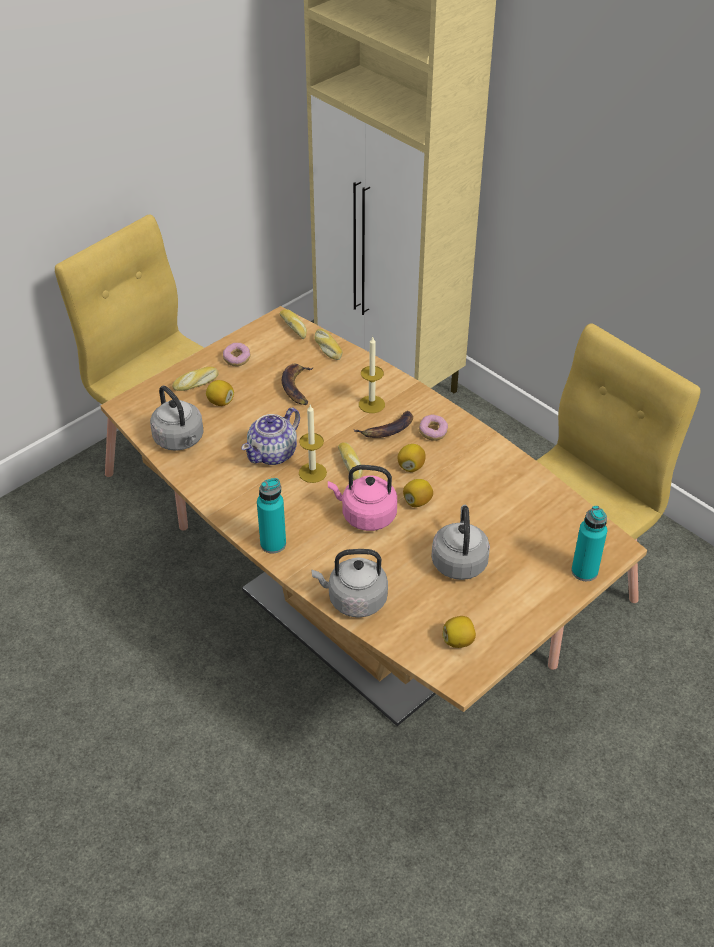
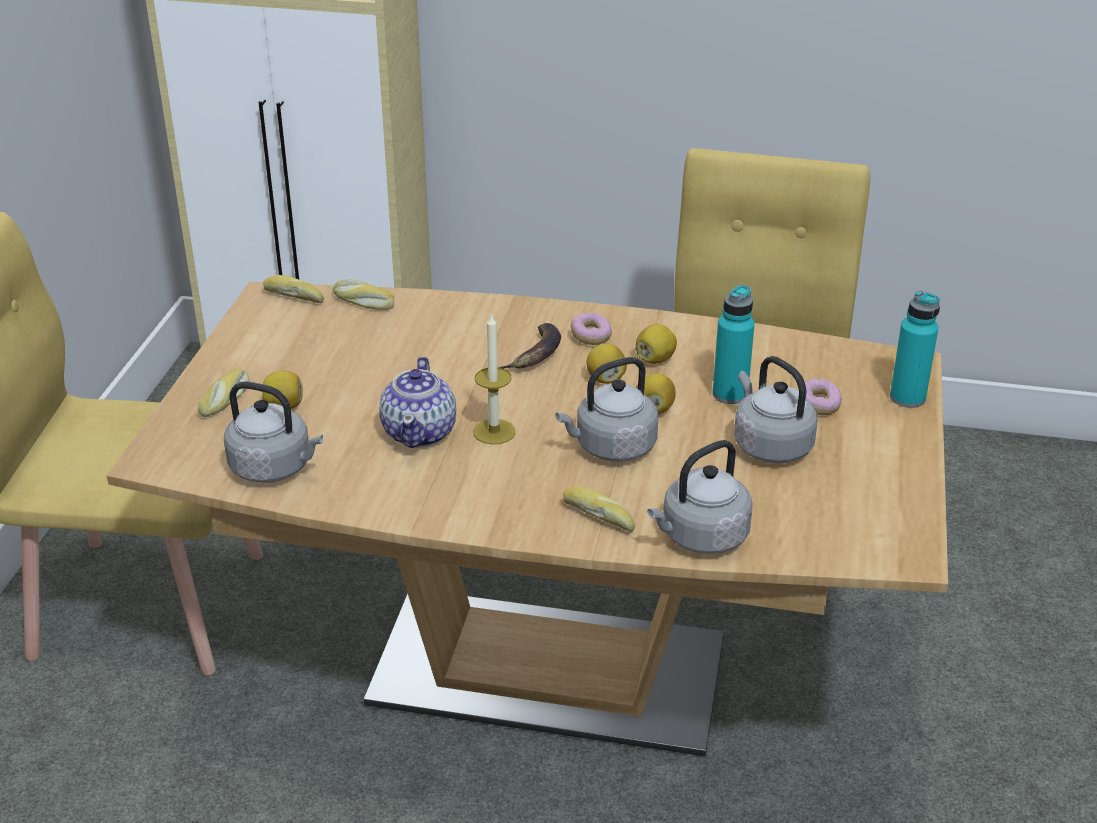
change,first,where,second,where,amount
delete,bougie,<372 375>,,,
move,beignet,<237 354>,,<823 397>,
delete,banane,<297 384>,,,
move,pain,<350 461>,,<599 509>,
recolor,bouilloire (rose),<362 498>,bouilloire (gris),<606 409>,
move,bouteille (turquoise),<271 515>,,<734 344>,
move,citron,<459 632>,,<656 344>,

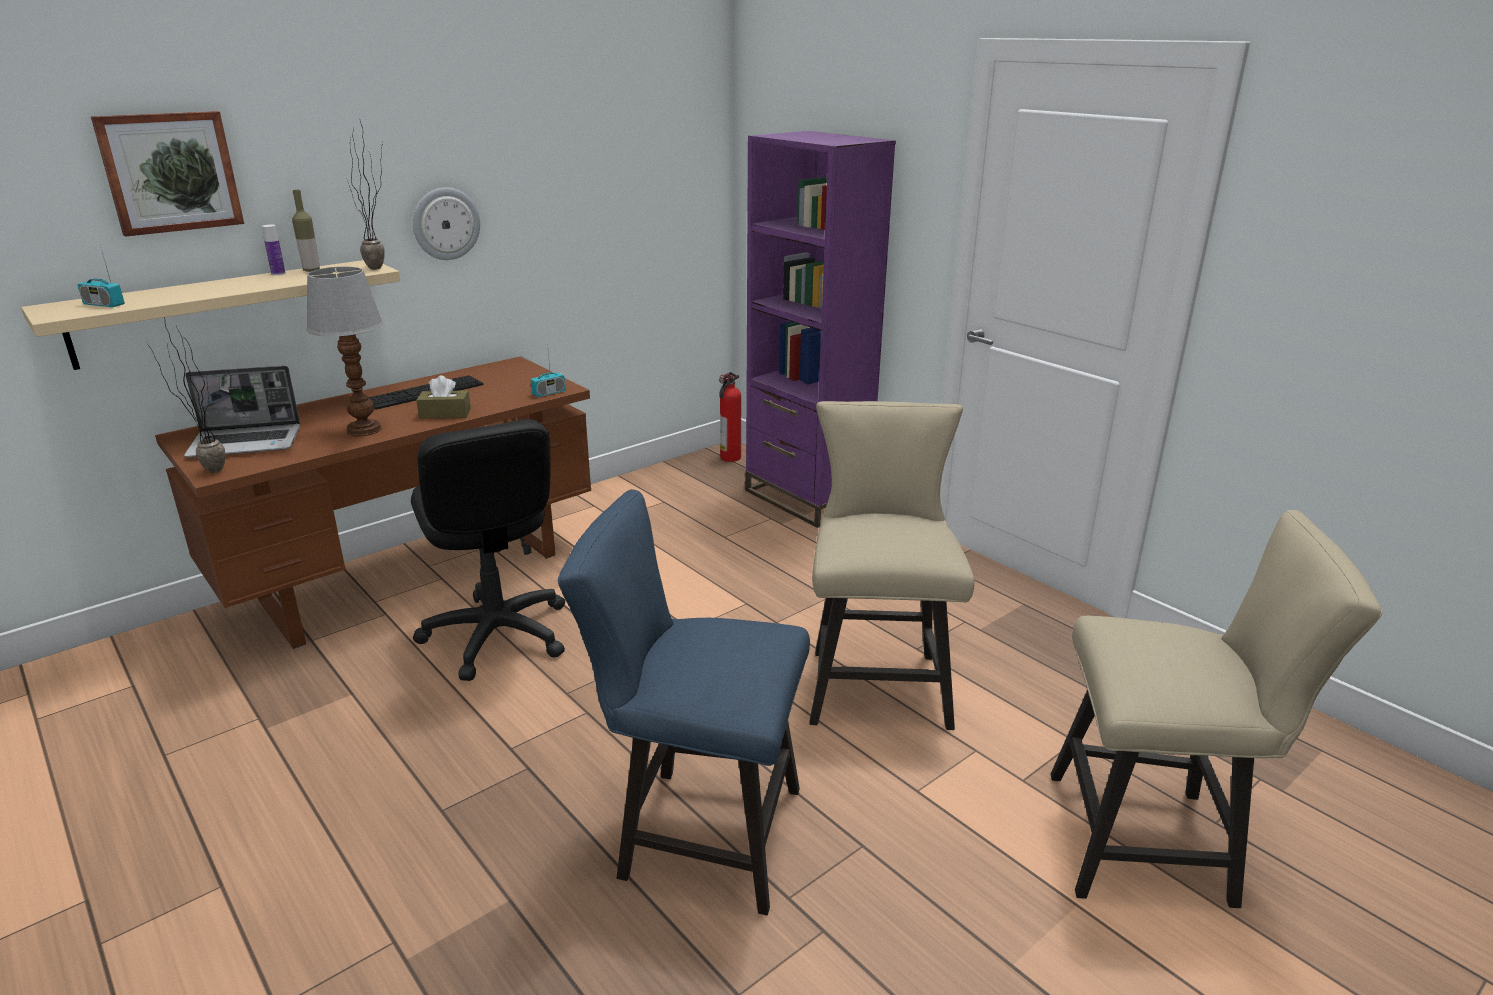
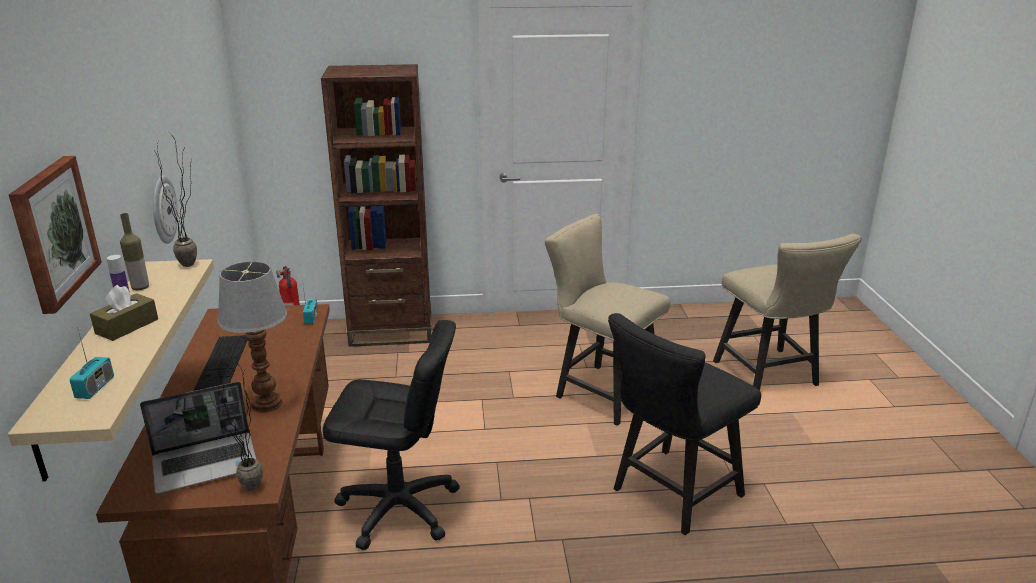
change,first,where,second,where,amount
recolor,bibliothèque (violet),<820 329>,bibliothèque (marron),<376 205>,
rotate,radio,<101 278>,,<92 363>,45 degrees counterclockwise
rotate,ordinateur portable,<242 411>,,<198 438>,45 degrees clockwise
move,boîte à mouchoirs (marron),<443 397>,,<124 313>,
recolor,chaise (bleu),<684 702>,chaise (noir),<684 424>,
rotate,chaise (beige),<1217 709>,,<787 312>,120 degrees clockwise

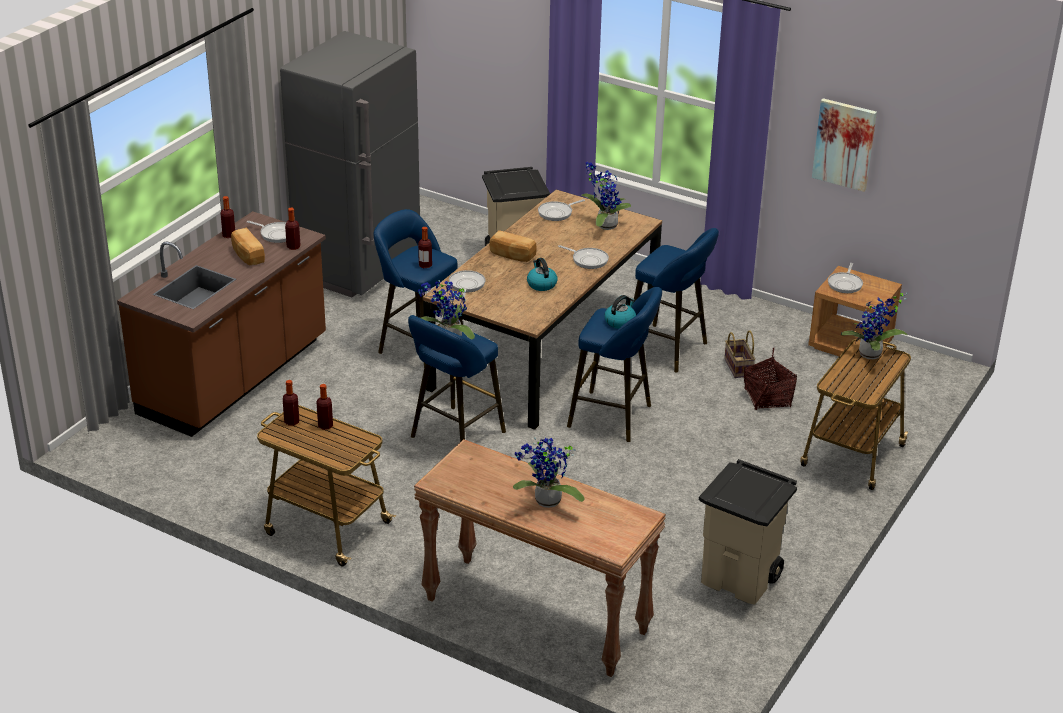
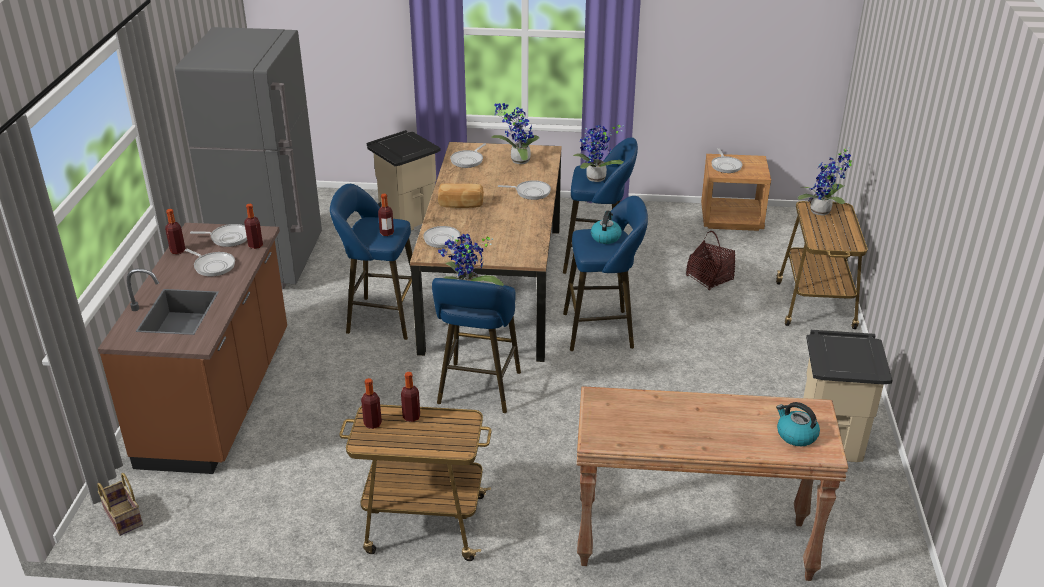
change,first,where,second,where,amount
delete,tableau,<844 145>,,,
replace,pain,<248 246>,poêle,<210 262>,
move,bouilloire,<542 274>,,<798 424>,
move,panier,<740 354>,,<120 504>,
move,plante en pot,<548 472>,,<598 153>,

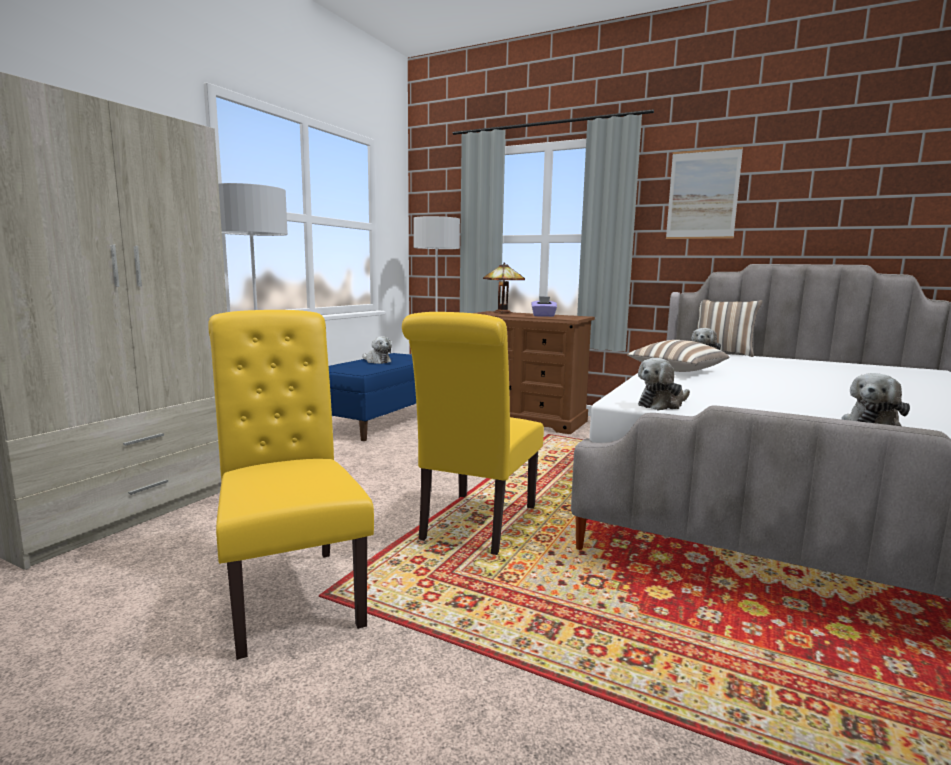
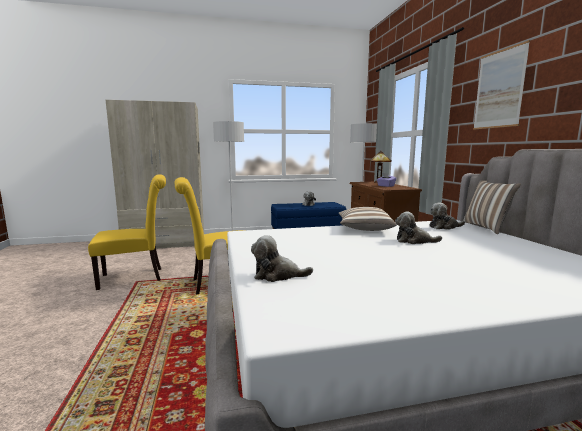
change,first,where,second,where,amount
rotate,chaise (jaune),<291 485>,,<127 232>,45 degrees clockwise
move,peluche,<664 384>,,<418 228>,

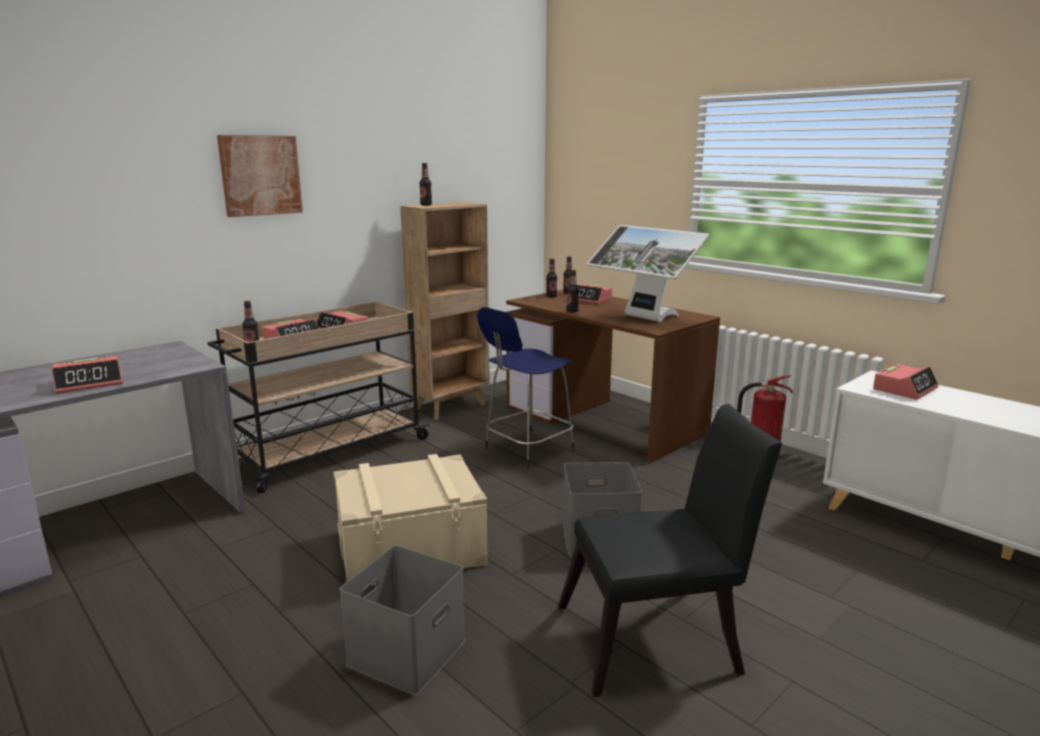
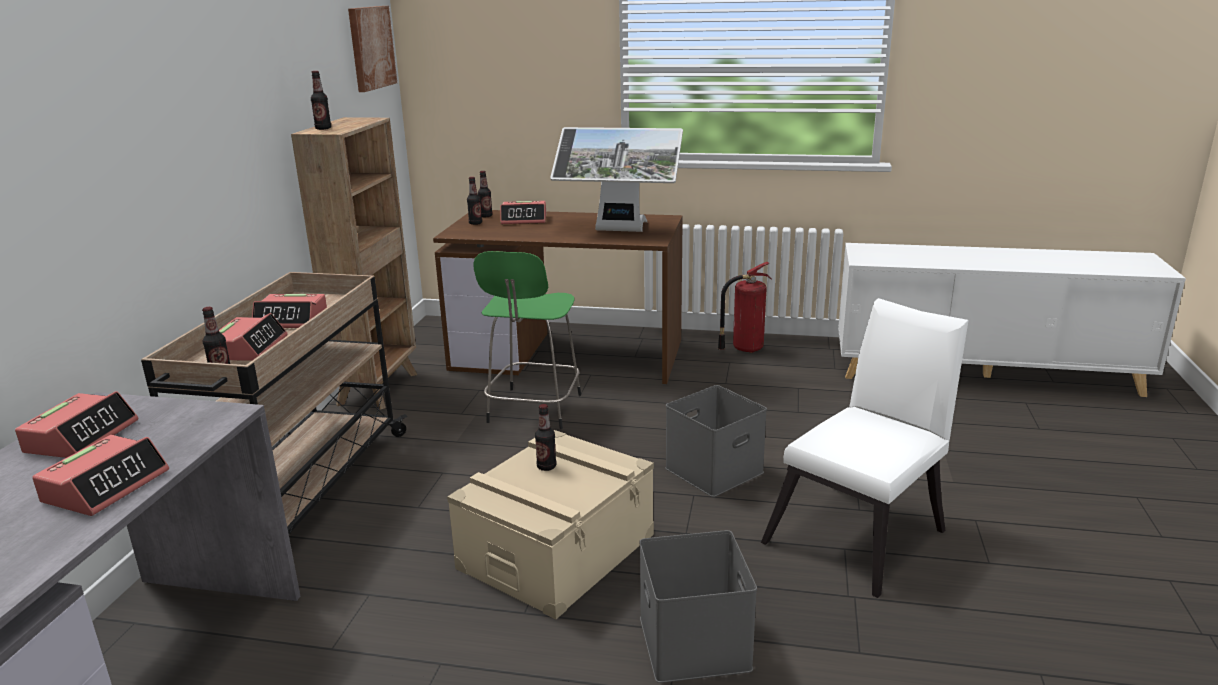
change,first,where,second,where,amount
move,tableau,<260 176>,,<372 49>,
move,bouteille,<573 291>,,<545 437>,
recolor,tabouret (bleu),<526 388>,tabouret (vert),<527 340>,
move,réveil,<905 381>,,<76 424>,
recolor,chaise (noir),<670 550>,chaise (blanc),<865 448>,

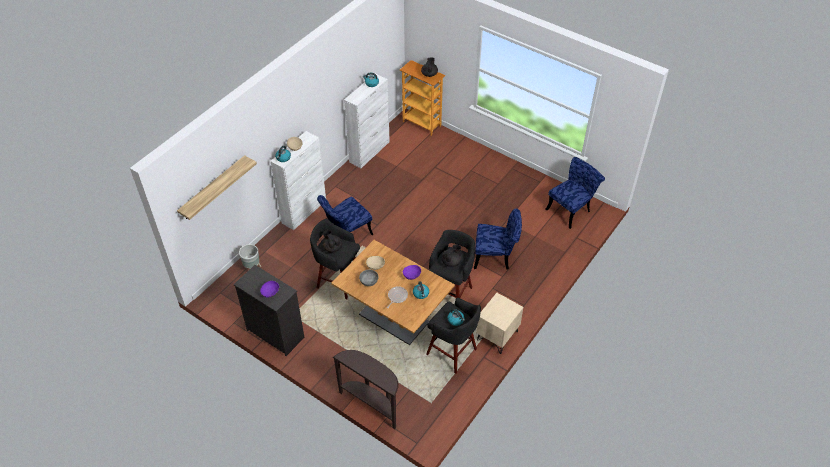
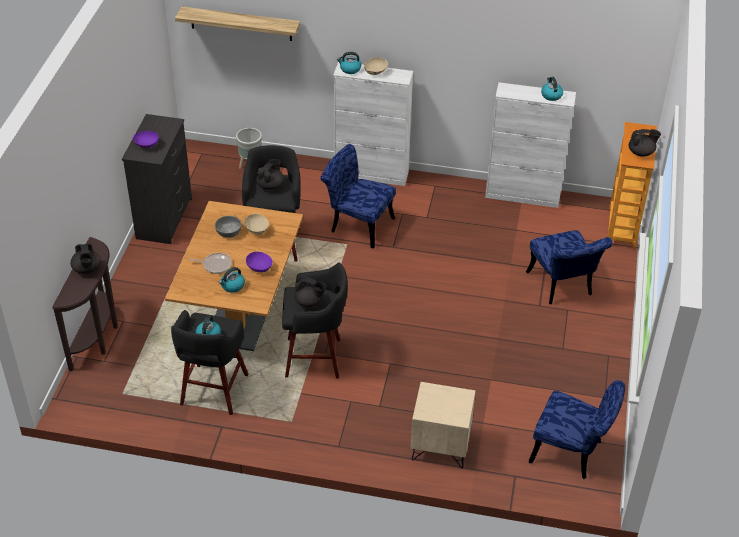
change,first,where,second,where,amount
move,chaise (bleu),<498 239>,,<569 267>,
move,table de chevet (beige),<499 323>,,<443 425>,
insert,,,théière (noir),<85 258>,

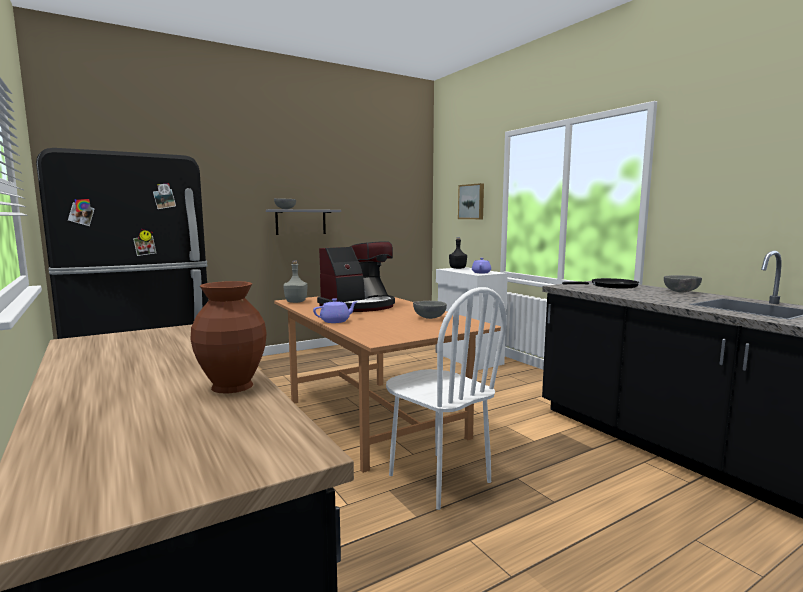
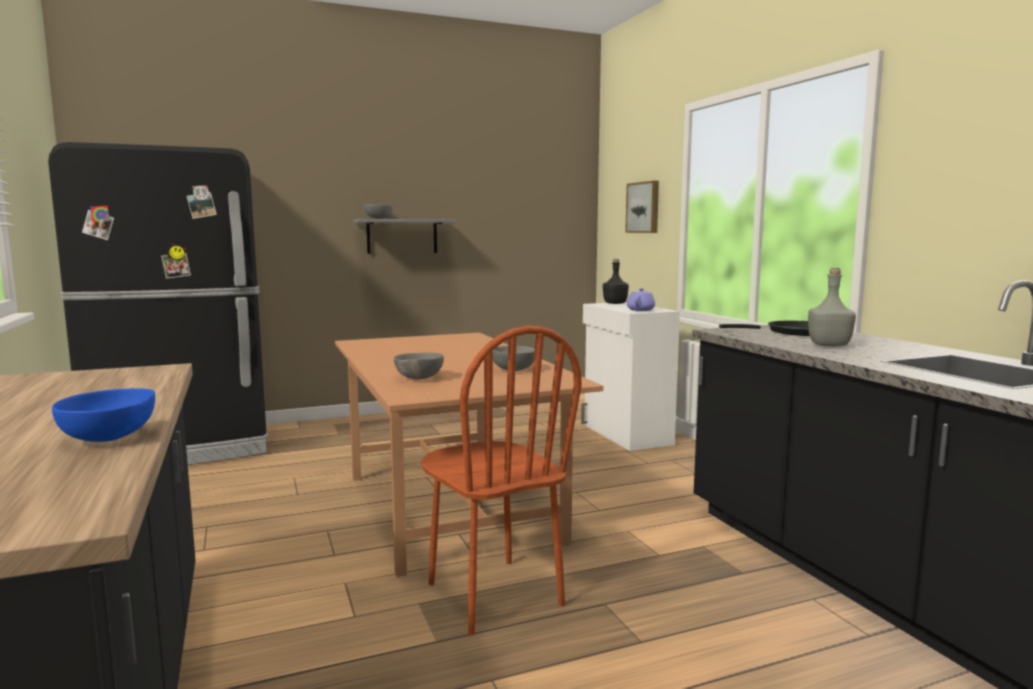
change,first,where,second,where,amount
delete,machine à café,<356 276>,,,
move,bouteille (gris),<295 282>,,<832 307>,
move,bol (gris),<683 284>,,<419 366>,
replace,vase (marron),<228 337>,bol (bleu),<103 415>,
recolor,chaise (blanc),<446 398>,chaise (marron),<501 480>,
delete,théière (violet),<335 310>,,,

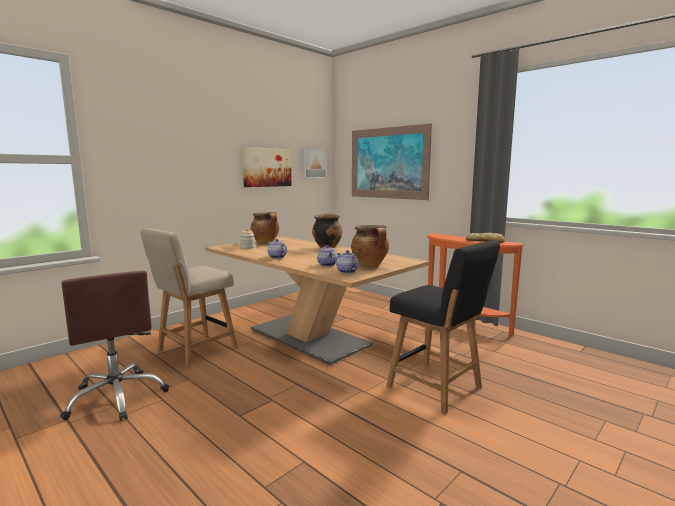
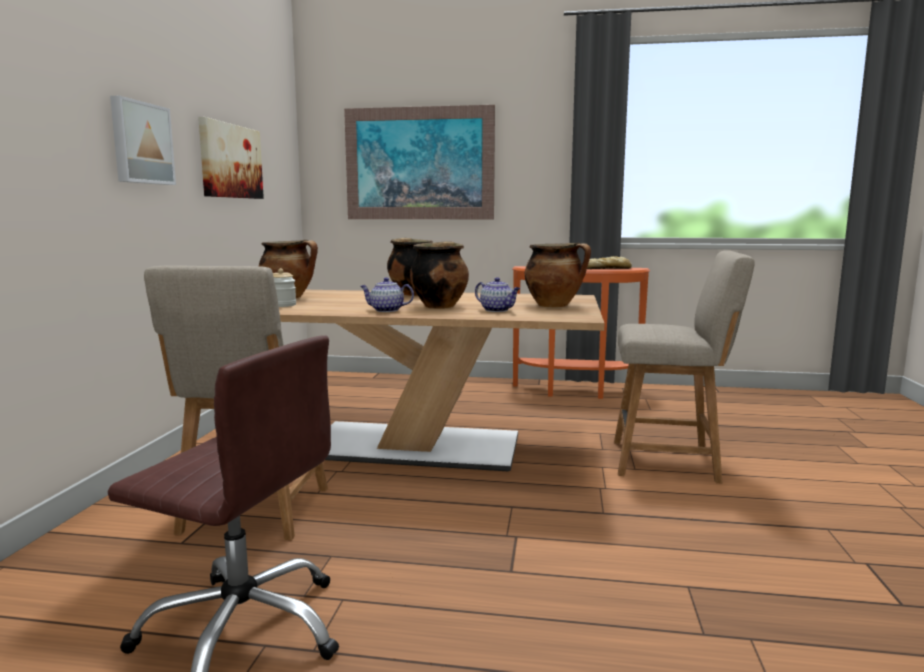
change,first,where,second,where,amount
move,tableau,<314 163>,,<143 140>,
recolor,chaise (noir),<443 327>,chaise (beige),<684 367>,
delete,théière,<347 262>,,,
insert,,,marmite,<439 275>,

